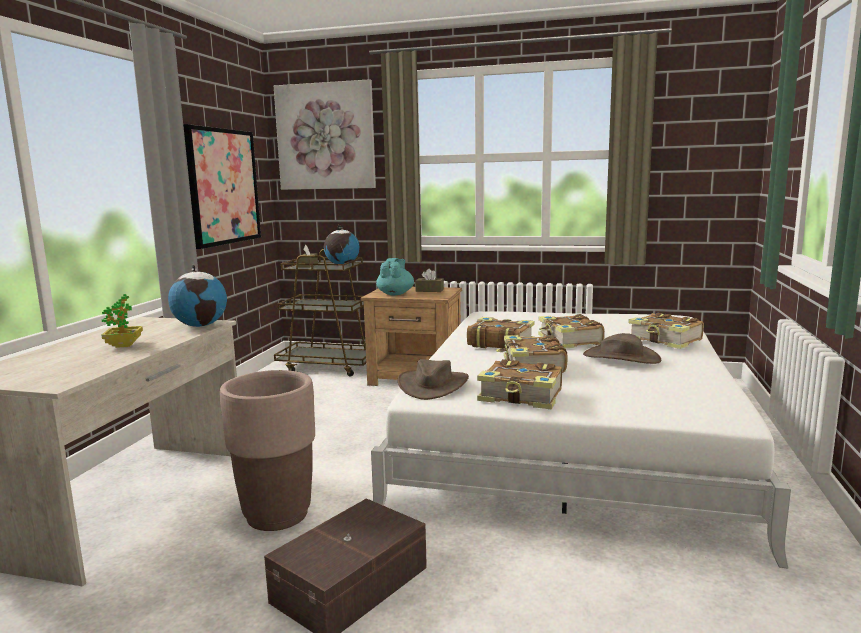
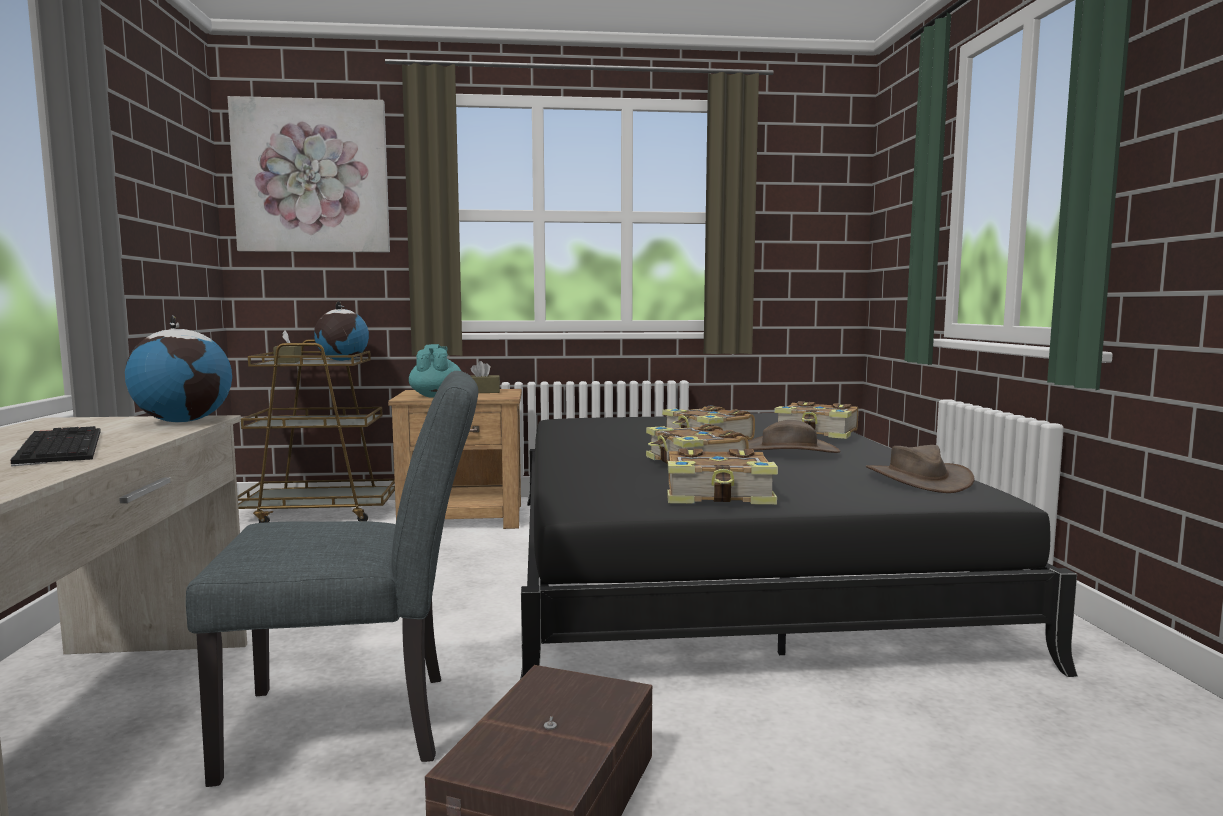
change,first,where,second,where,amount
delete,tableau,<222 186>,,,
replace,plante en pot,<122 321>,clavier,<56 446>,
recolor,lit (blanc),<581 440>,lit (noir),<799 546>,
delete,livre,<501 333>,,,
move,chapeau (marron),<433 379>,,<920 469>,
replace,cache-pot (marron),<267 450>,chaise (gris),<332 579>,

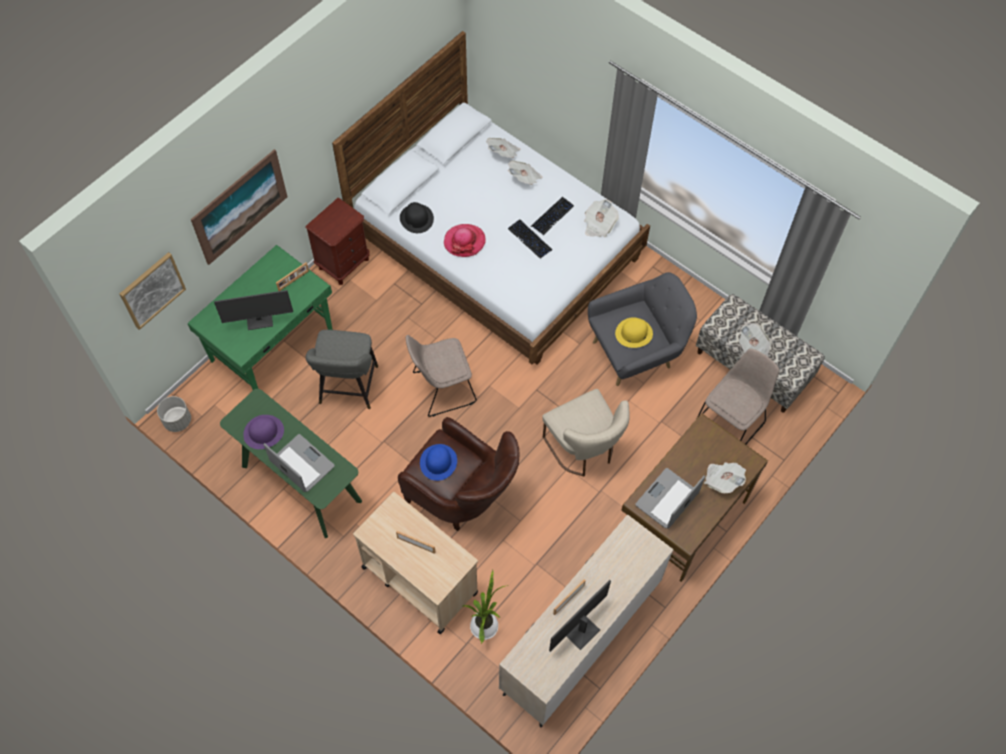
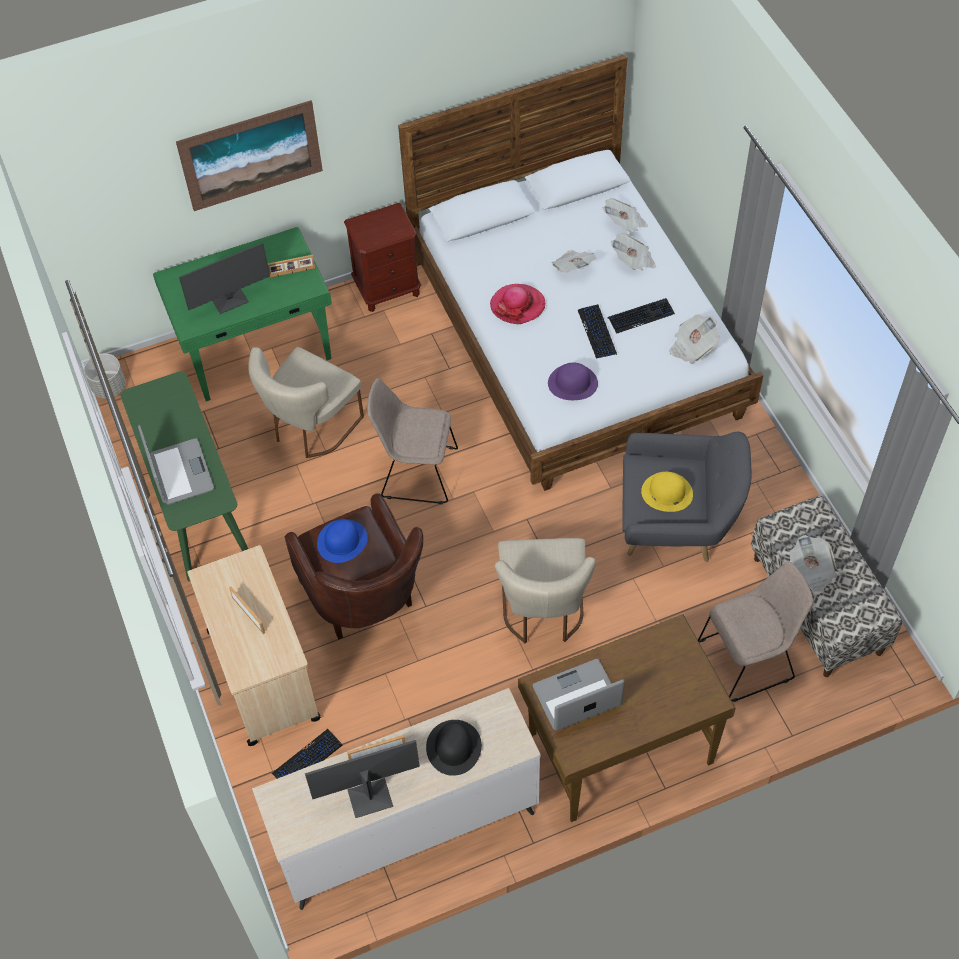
change,first,where,second,where,amount
move,chapeau (noir),<417 217>,,<454 748>,
delete,tableau,<152 291>,,,
rotate,écran d'ordinateur,<253 310>,,<224 278>,45 degrees counterclockwise
replace,tabouret (gris),<342 369>,chaise (beige),<306 402>,
move,chapeau (violet),<263 432>,,<573 381>,
move,journal,<725 477>,,<574 261>,
replace,plante en pot,<485 607>,clavier,<307 754>,

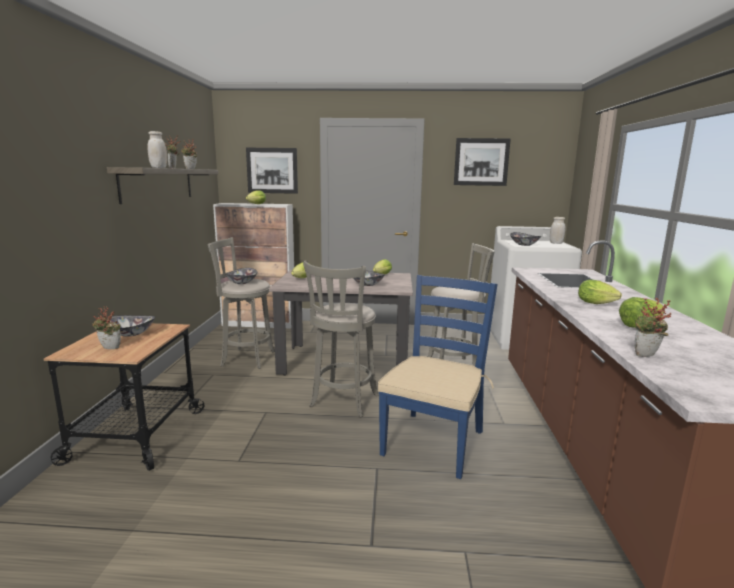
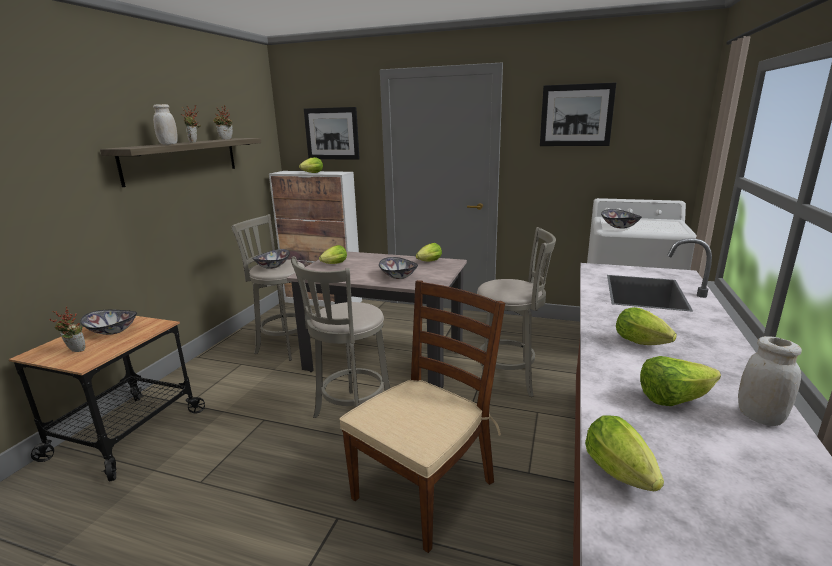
change,first,where,second,where,amount
move,bocal (blanc),<558 230>,,<770 381>,
recolor,chaise (bleu),<437 377>,chaise (marron),<422 416>,
replace,plante en pot,<653 327>,laitue,<624 453>,

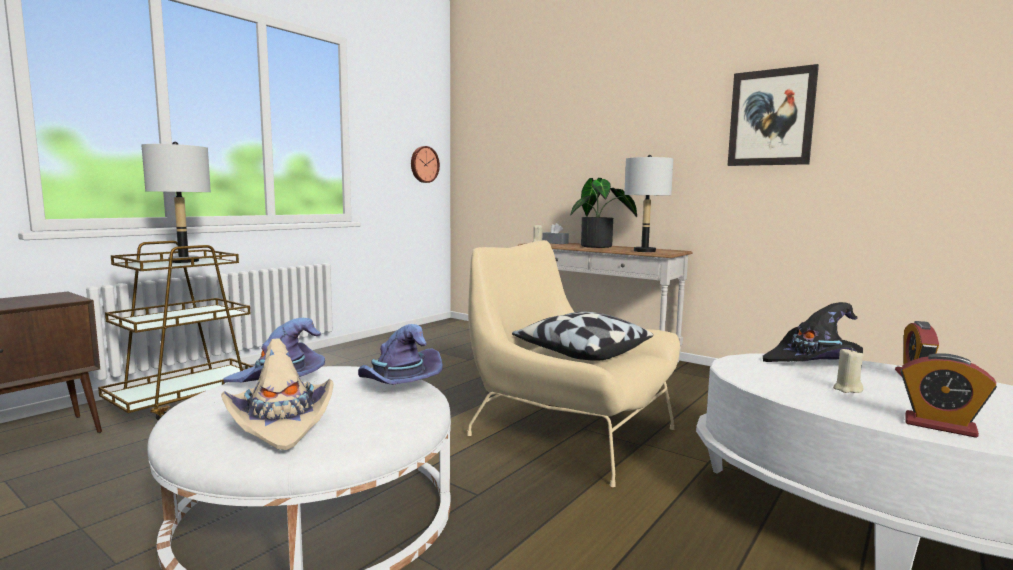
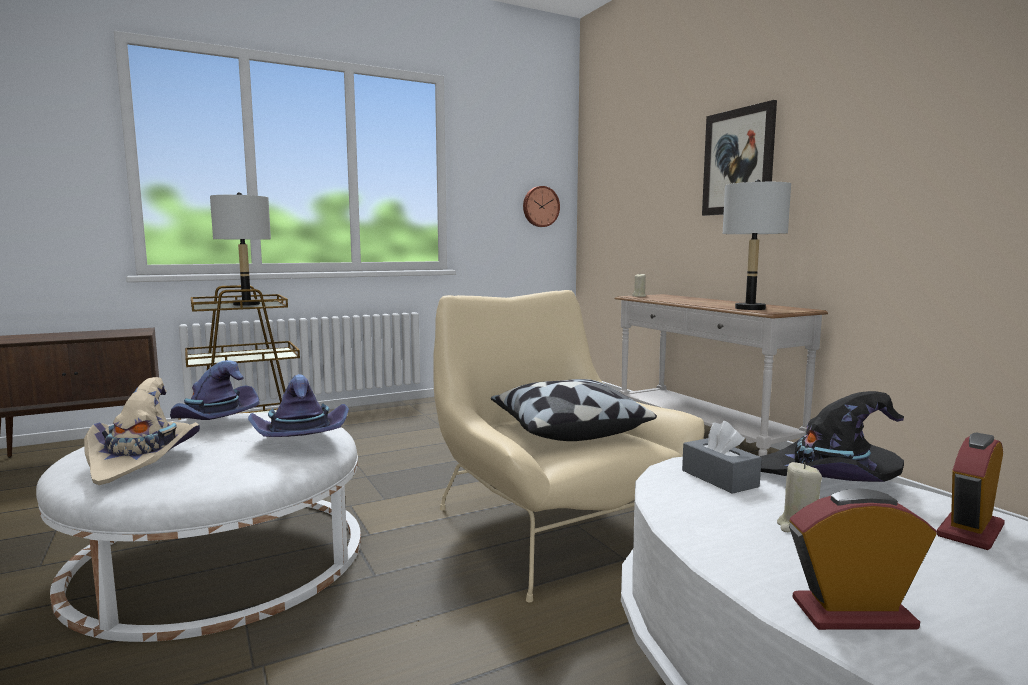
change,first,where,second,where,amount
move,tableau,<773 115>,,<739 158>,
delete,plante en pot,<603 213>,,,
move,boîte à mouchoirs (gris),<555 233>,,<722 457>,
rotate,réveil,<949 395>,,<863 559>,120 degrees clockwise

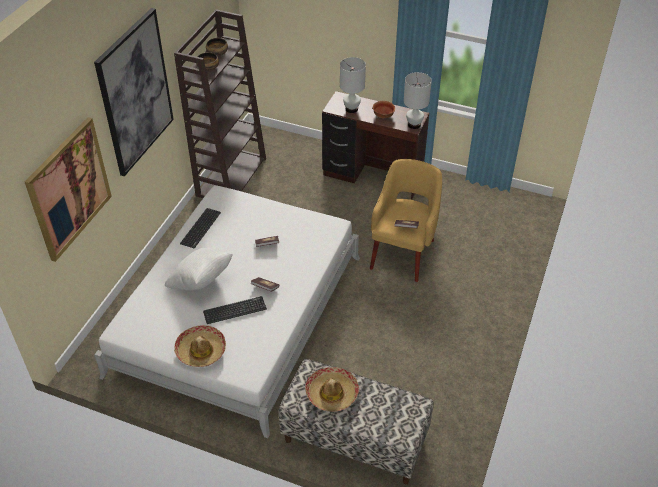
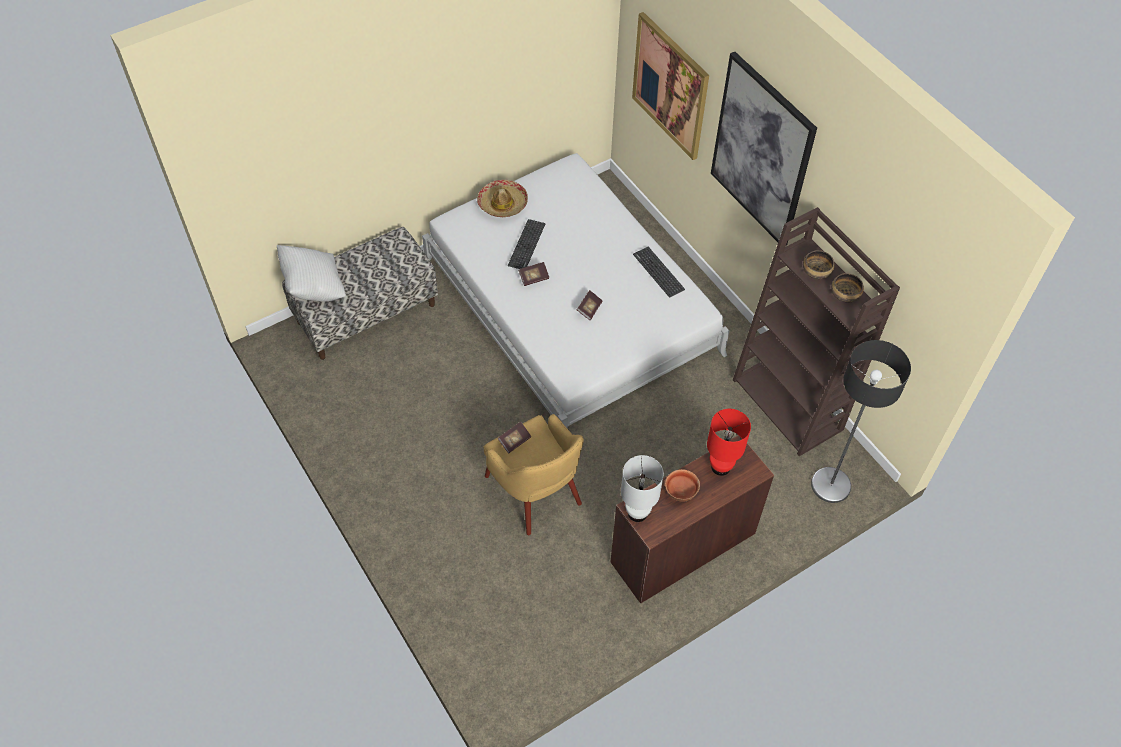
change,first,where,second,where,amount
recolor,lampe de table (blanc),<353 85>,lampe de table (rouge),<729 442>,
move,coussin (blanc),<199 269>,,<311 273>,
delete,chapeau,<332 389>,,,
insert,,,lampadaire,<861 421>,

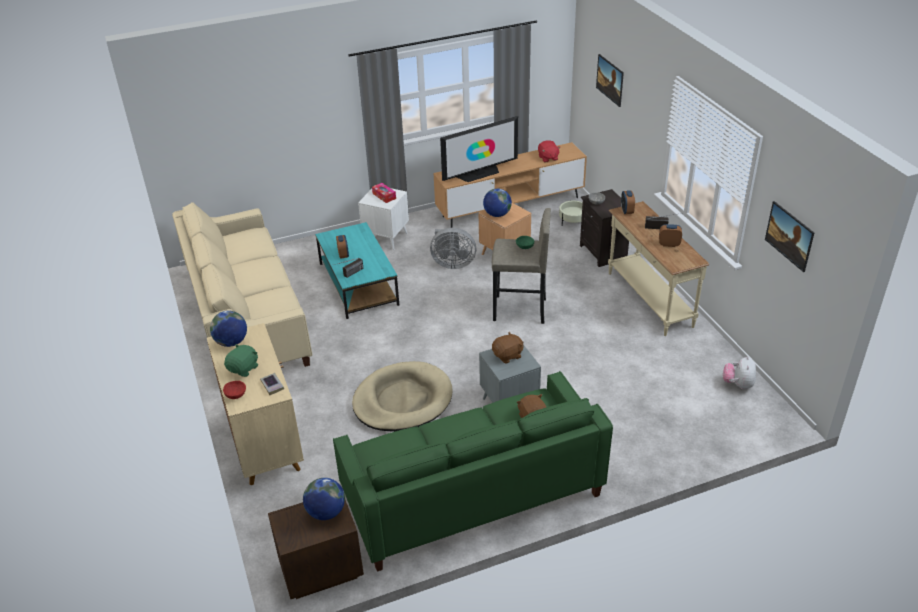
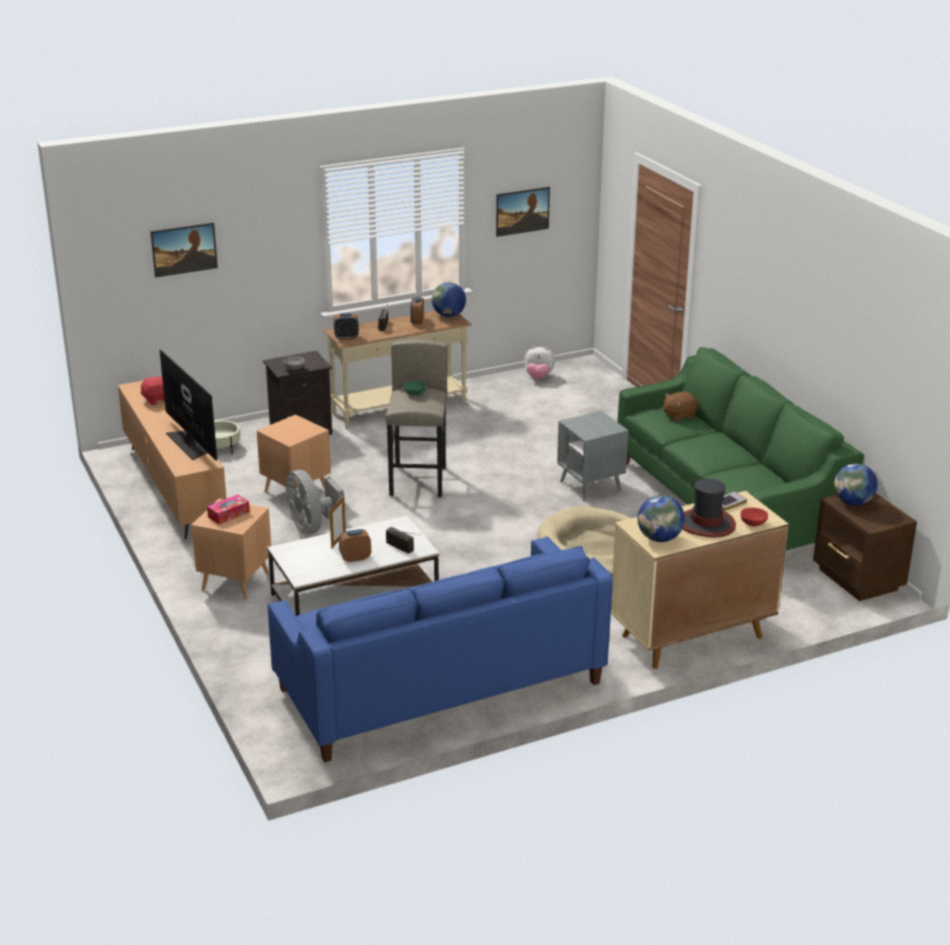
change,first,where,second,where,amount
recolor,table d'appoint (blanc),<383 219>,table d'appoint (marron),<231 549>,
move,globe,<497 202>,,<449 299>,
recolor,canapé (beige),<242 284>,canapé (bleu),<440 649>,
recolor,table basse (turquoise),<357 270>,table basse (blanc),<353 566>,
rotate,ventilateur (gris),<453 248>,,<314 502>,150 degrees clockwise
delete,peluche (marron),<508 348>,,,
replace,peluche (vert),<241 360>,chapeau,<709 508>,
insert,,,cadre photo,<337 522>,

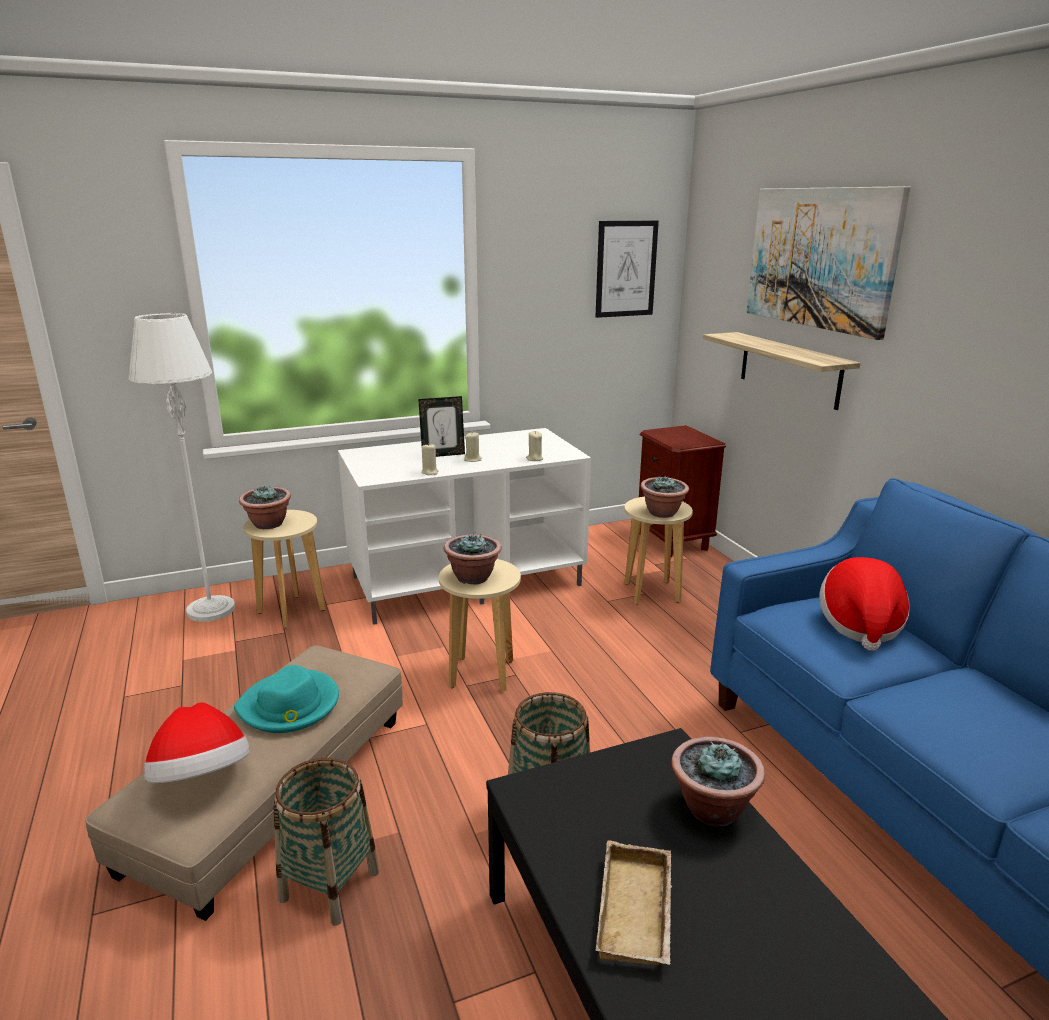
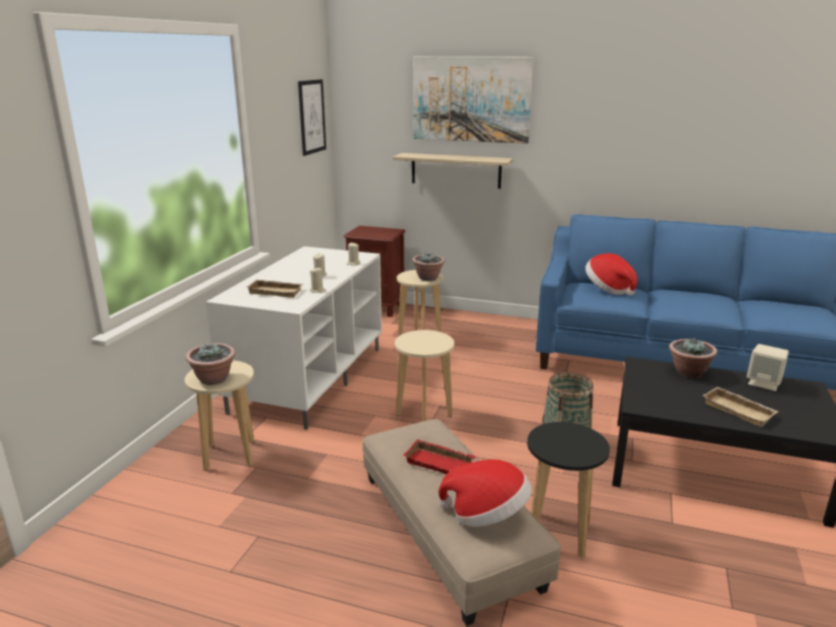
change,first,where,second,where,amount
delete,lampadaire (blanc),<181 467>,,,
delete,cadre photo,<441 426>,,,
delete,plante en pot,<473 558>,,,
replace,chapeau (turquoise),<286 699>,plateau (rouge),<439 456>,
replace,panier,<326 842>,tabouret (noir),<568 490>,
insert,,,plateau (beige),<275 288>,
insert,,,enceinte (beige),<768 367>,

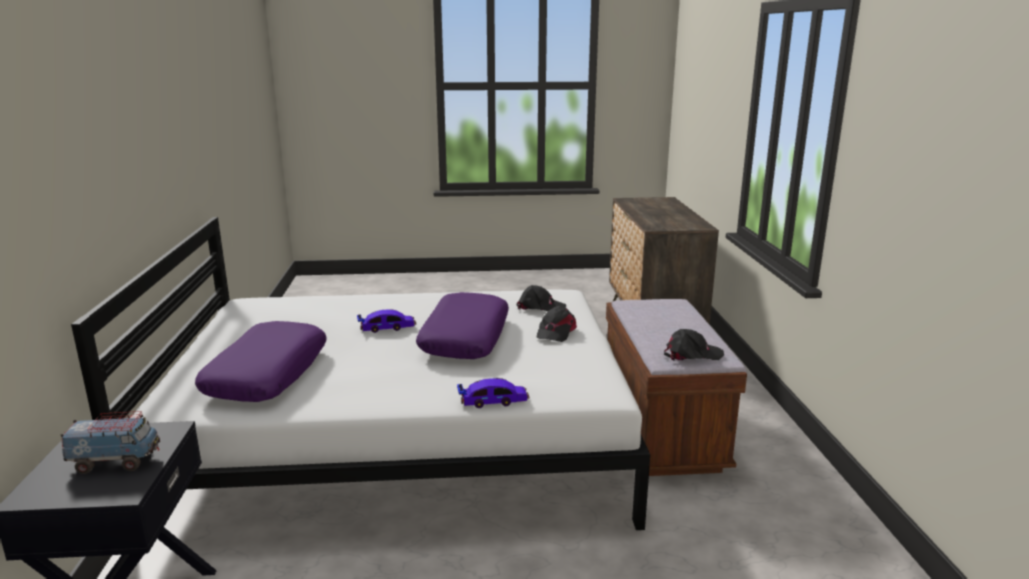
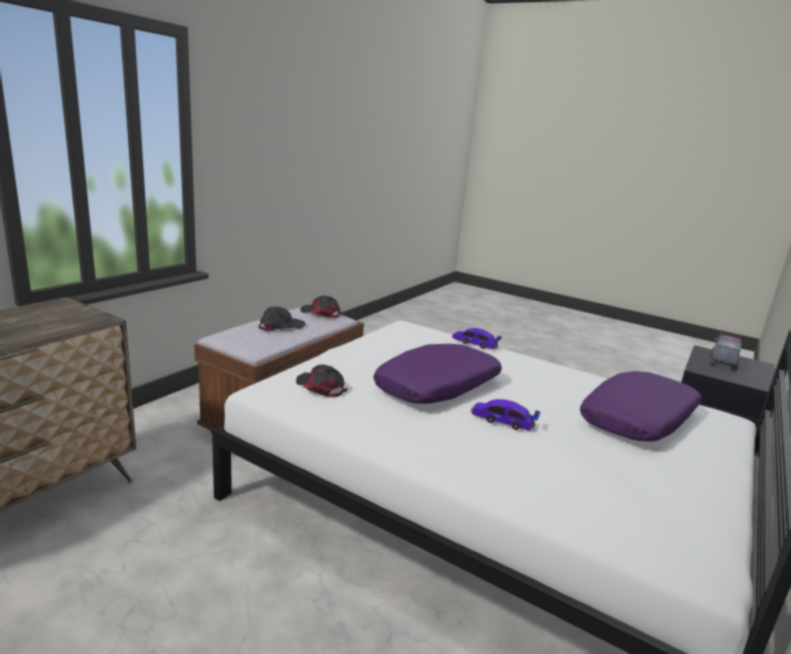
change,first,where,second,where,amount
move,casquette (noir),<557 324>,,<282 319>,
rotate,camion jouet,<110 442>,,<725 351>,90 degrees clockwise

